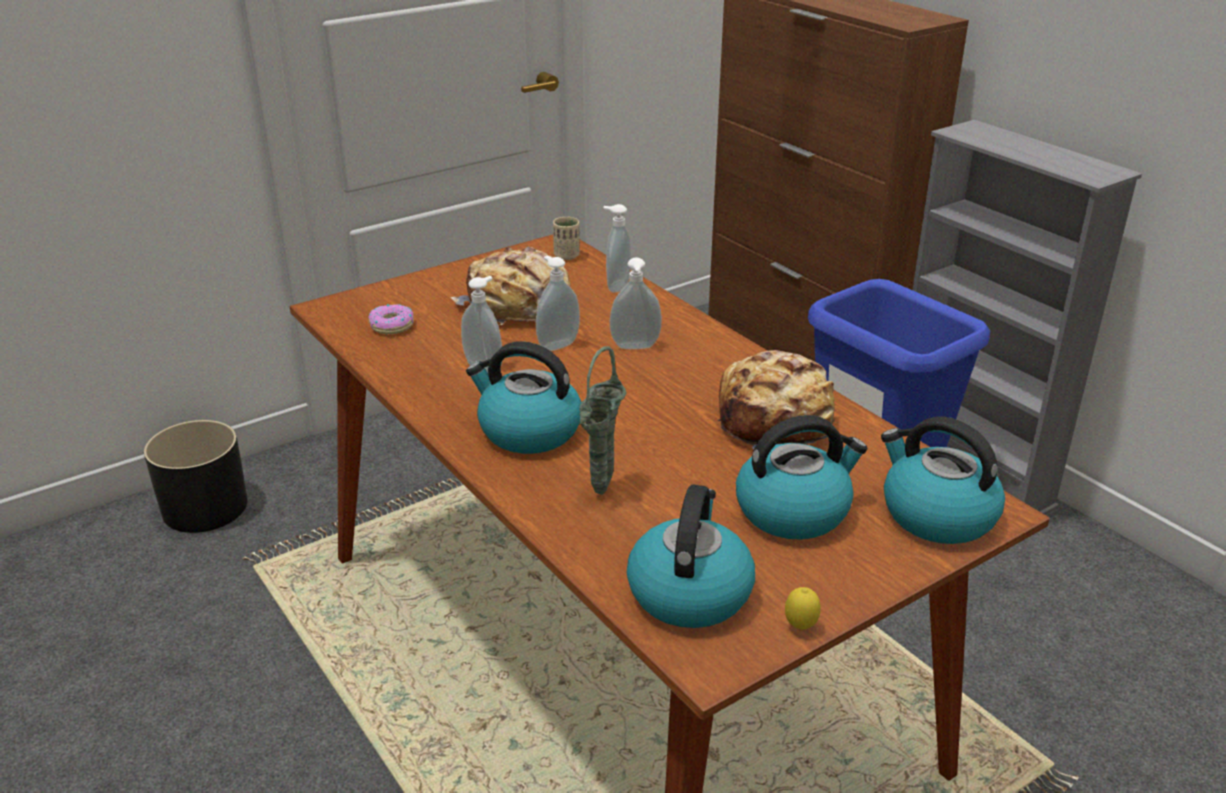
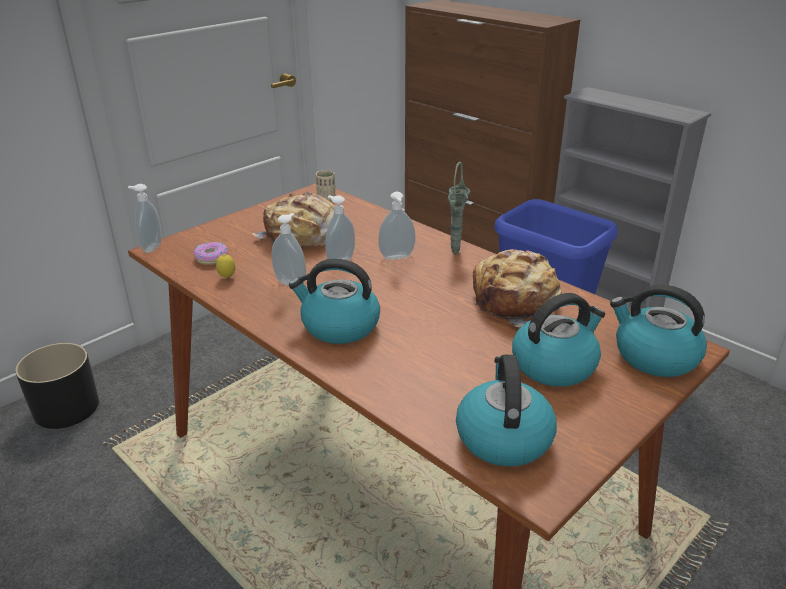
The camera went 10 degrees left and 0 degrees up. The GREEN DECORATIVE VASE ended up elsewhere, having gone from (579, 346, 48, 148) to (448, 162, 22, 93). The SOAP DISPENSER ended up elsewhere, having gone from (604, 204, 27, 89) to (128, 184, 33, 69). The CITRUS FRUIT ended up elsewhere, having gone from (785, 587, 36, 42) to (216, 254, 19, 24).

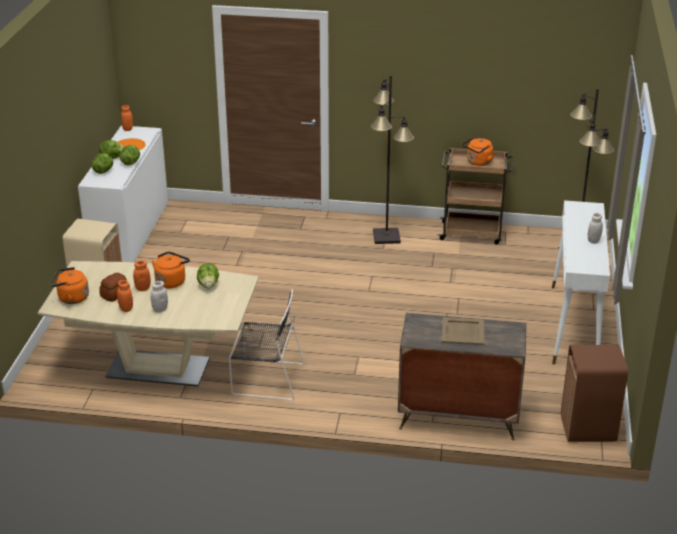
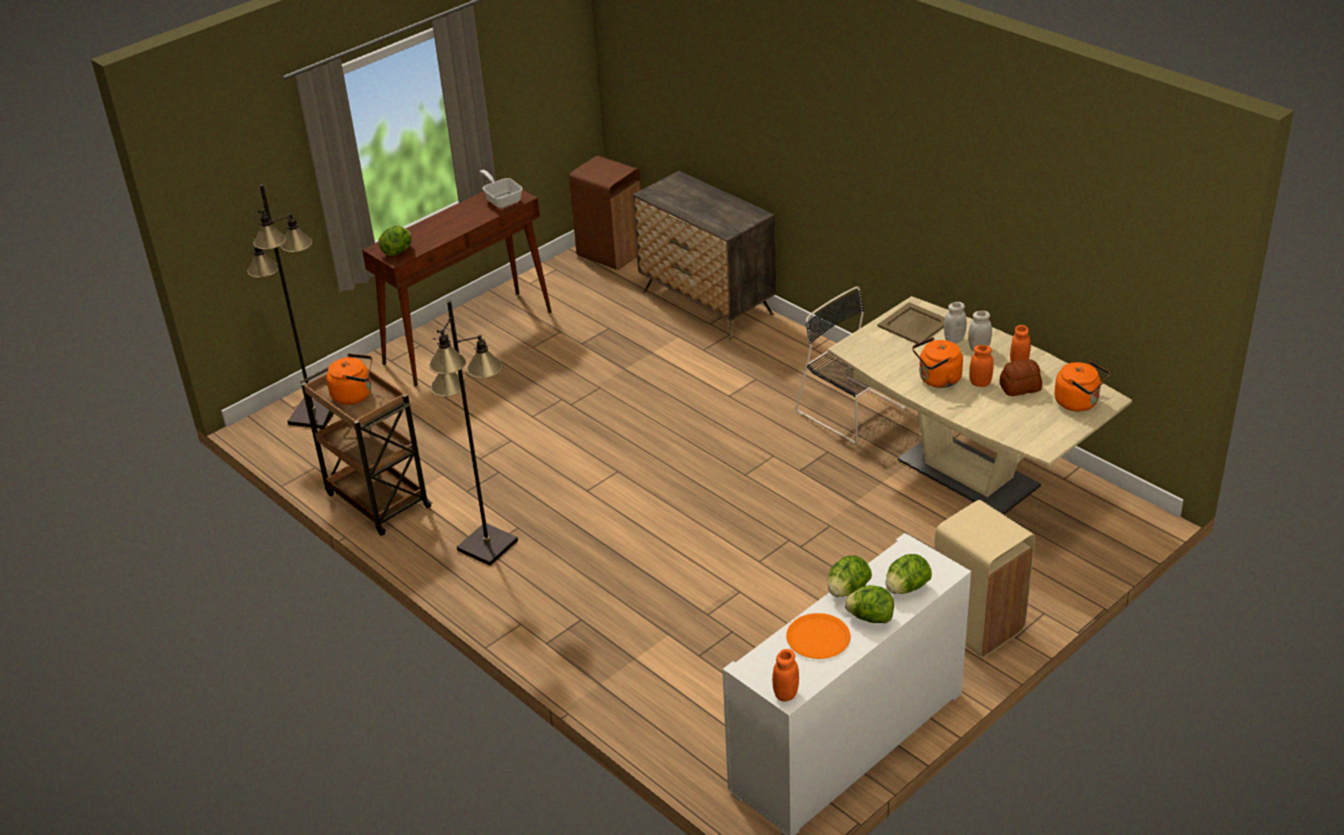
The camera went 140 degrees left and 5 degrees up. The second view gained the PAN at (480, 170, 42, 38). The LETTUCE HEAD ended up elsewhere, having gone from (197, 263, 22, 26) to (378, 226, 34, 30). The SAND-COLOURED CARRYING TRAY ended up elsewhere, having gone from (442, 317, 42, 28) to (878, 302, 67, 42). The WHITE JAR ended up elsewhere, having gone from (588, 213, 15, 31) to (944, 302, 23, 41). What was the WHITE CONSOLE TABLE at (552, 200, 58, 164) turned into the BROWNISH CONSOLE TABLE at (362, 190, 190, 196).

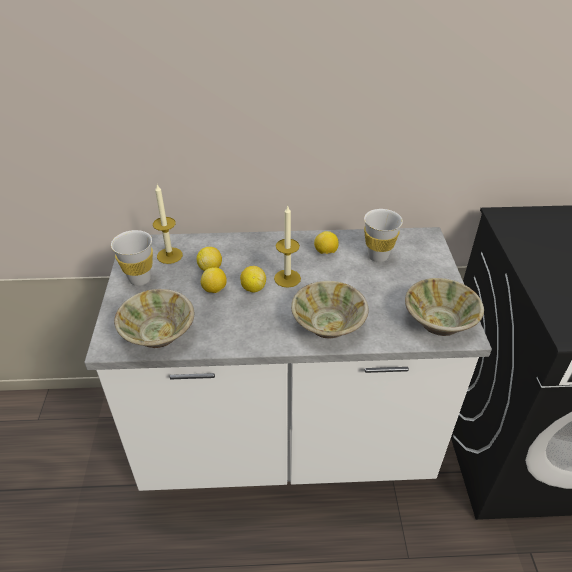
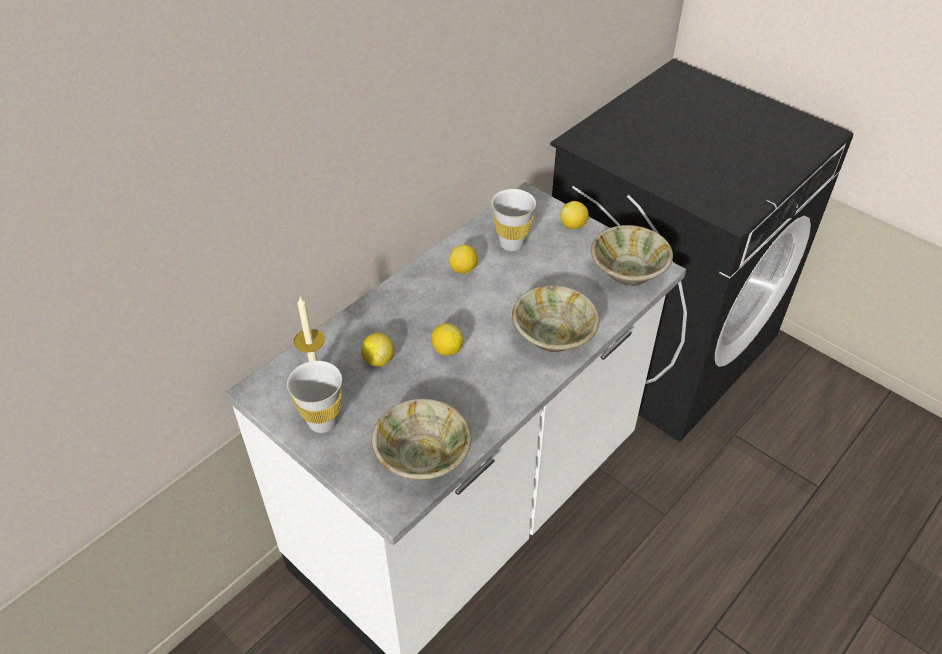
The camera went 45 degrees left and 5 degrees up. The second view lost the CANDLE at (274, 206, 27, 82). The CITRUS FRUIT ended up elsewhere, having gone from (201, 267, 26, 26) to (560, 201, 29, 28).

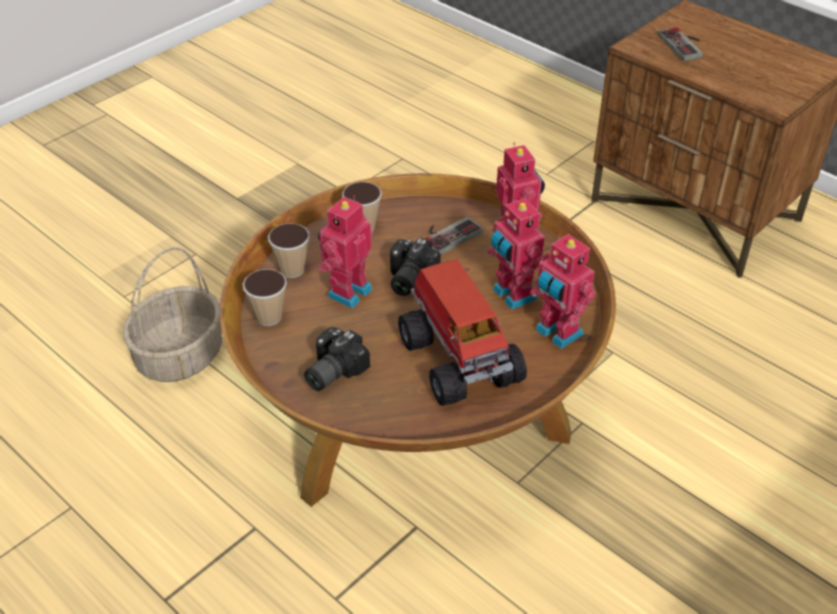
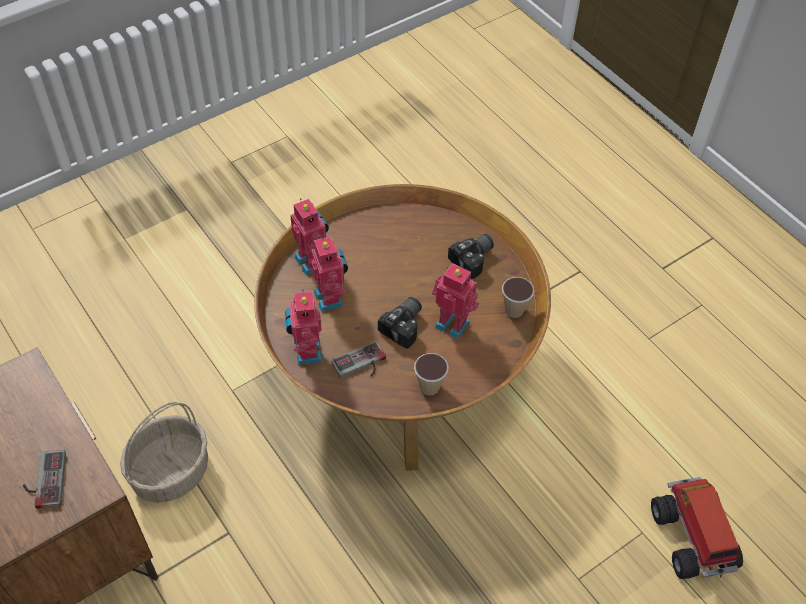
The camera went 170 degrees left and 10 degrees up. The second view lost the SMALL CUP at (268, 223, 42, 55). The STORAGE BASKET ended up elsewhere, having gone from (123, 247, 99, 135) to (120, 402, 88, 101). The TOY TRUCK ended up elsewhere, having gone from (398, 259, 129, 147) to (651, 477, 92, 102). The ROBOT FIGURE at (317, 196, 56, 112) ended up facing another way, 105 degrees counterclockwise from before.

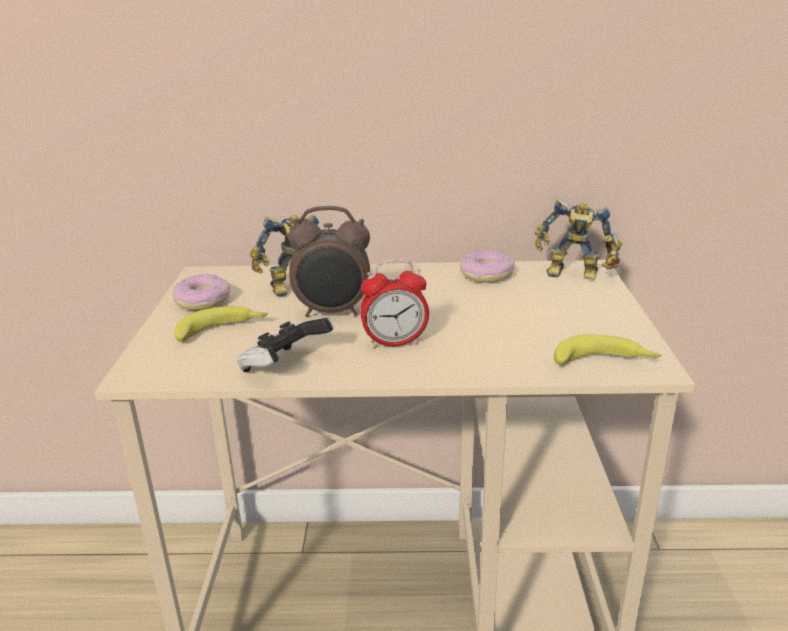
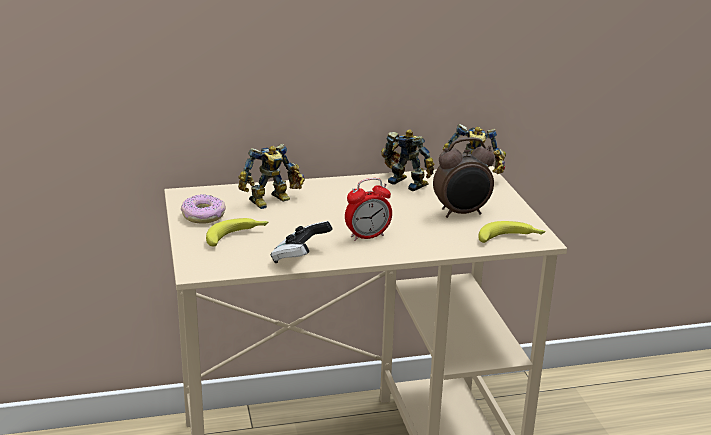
The camera went 15 degrees left and 0 degrees up. The TABLE CLOCK ended up elsewhere, having gone from (288, 206, 82, 111) to (433, 137, 62, 81). Where the DONUT stood at (460, 250, 55, 33), the ROBOT FIGURE came to stand at (381, 130, 53, 61).

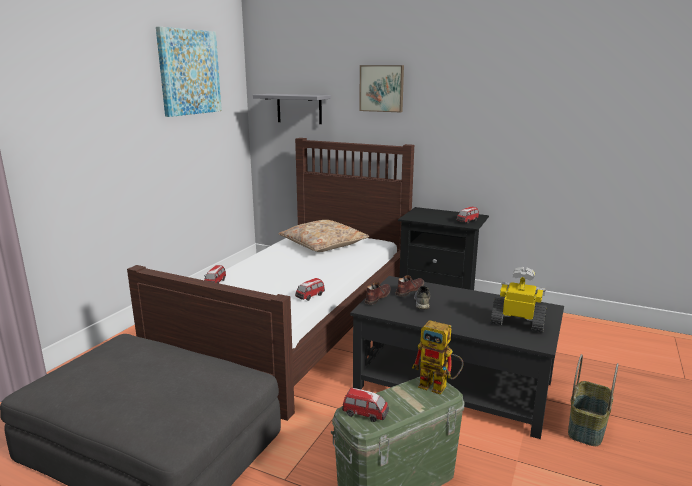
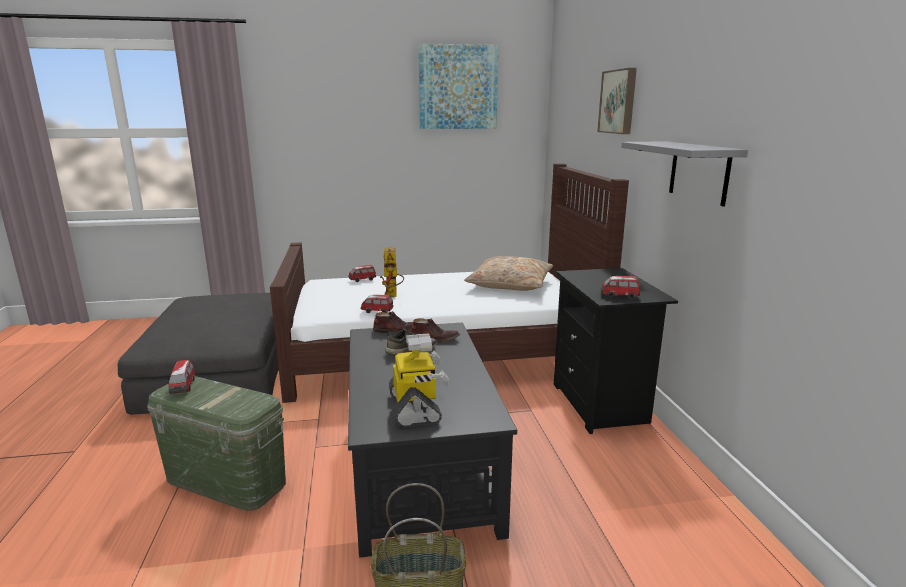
The camera went 55 degrees right and 0 degrees up. The GREYISH BRACKET SHELF ended up elsewhere, having gone from (253, 94, 78, 30) to (621, 141, 127, 66). The ROBOT FIGURE ended up elsewhere, having gone from (412, 320, 51, 75) to (380, 247, 24, 50).

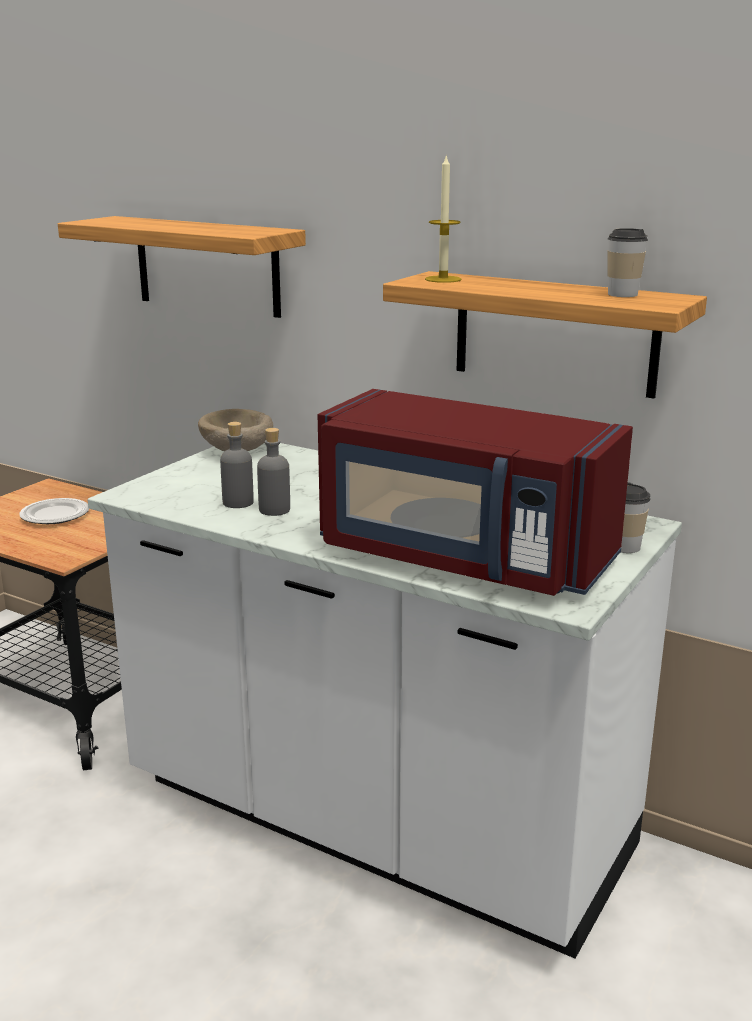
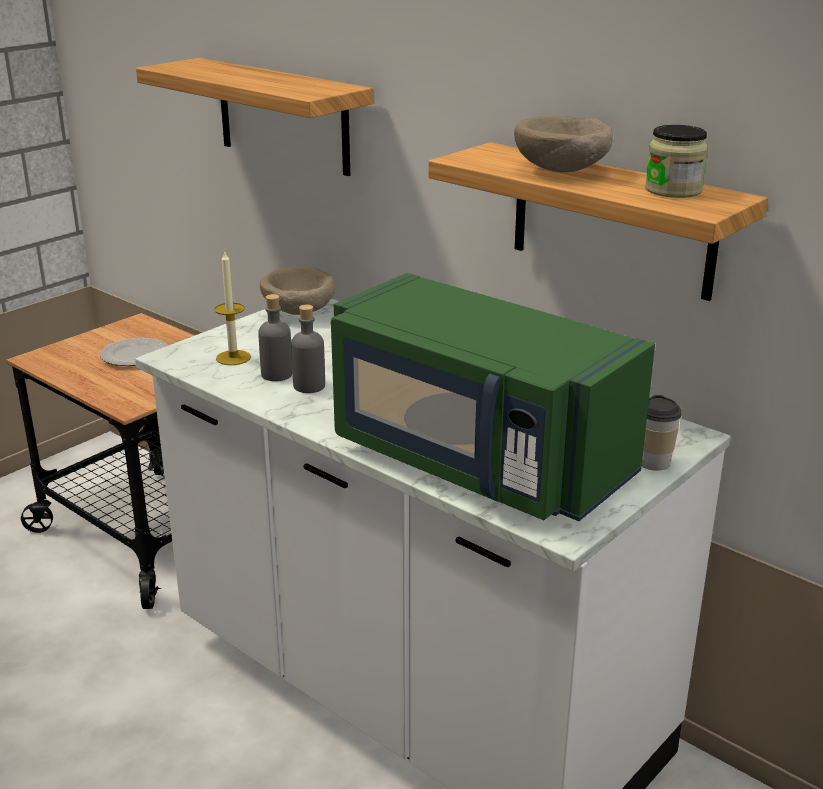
The camera went 10 degrees right and 5 degrees up. The second view gained the SAND-COLOURED DEEP DISH at (514, 116, 99, 56). The CANDLE ended up elsewhere, having gone from (425, 154, 37, 129) to (214, 252, 37, 113). Where the SMALL CUP stood at (607, 228, 41, 69), the JAR came to stand at (645, 125, 63, 73). What was the RED-COLOURED MICROWAVE OVEN at (318, 389, 315, 207) turned into the GREEN MICROWAVE OVEN at (331, 273, 324, 248).

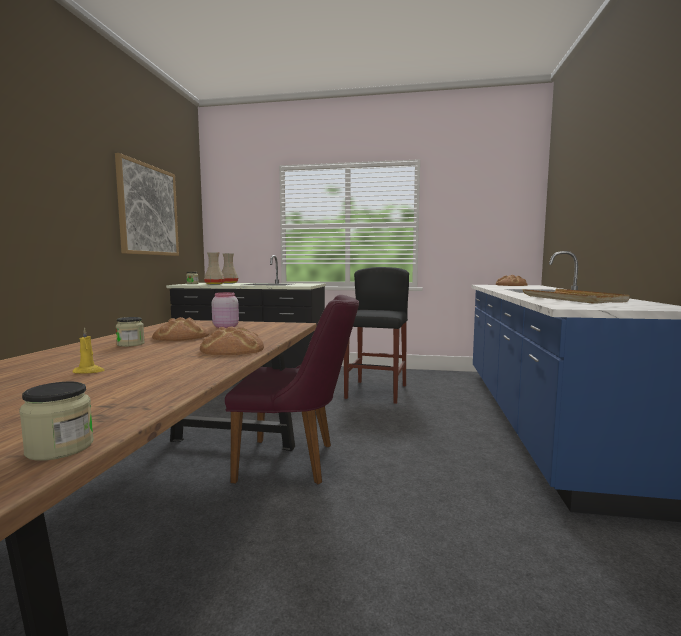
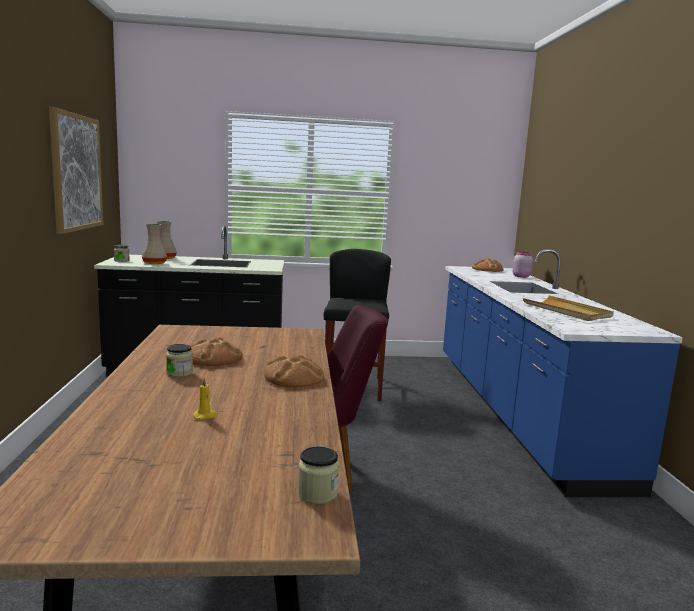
The camera went 15 degrees left and 5 degrees up. The PINKISH JAR ended up elsewhere, having gone from (212, 292, 27, 36) to (513, 252, 20, 26).

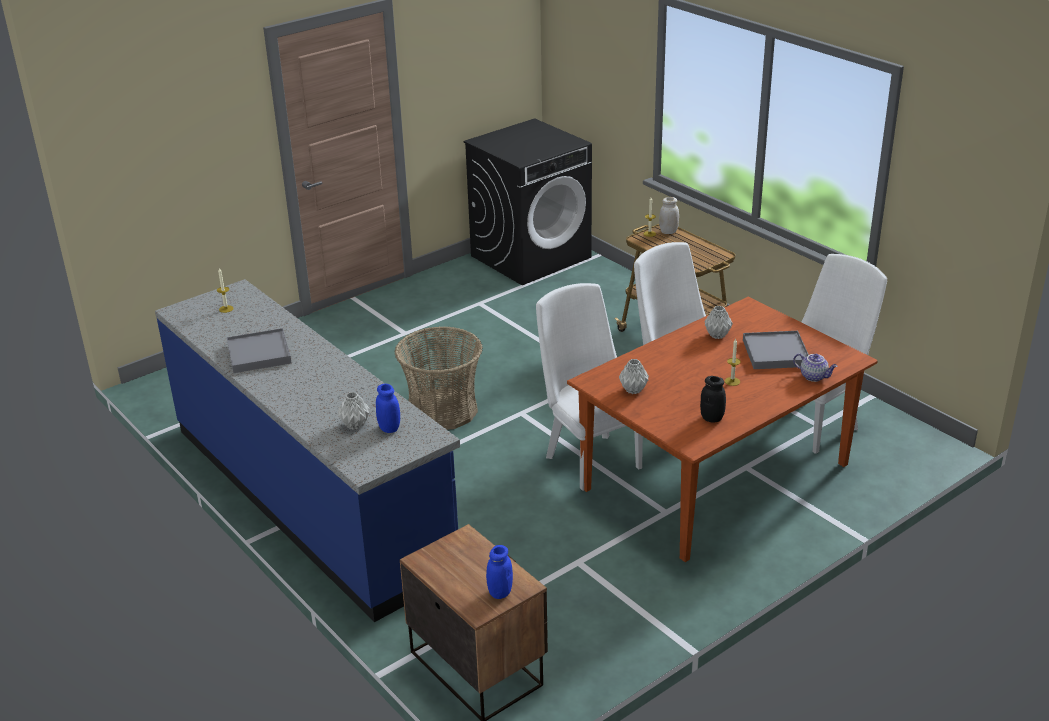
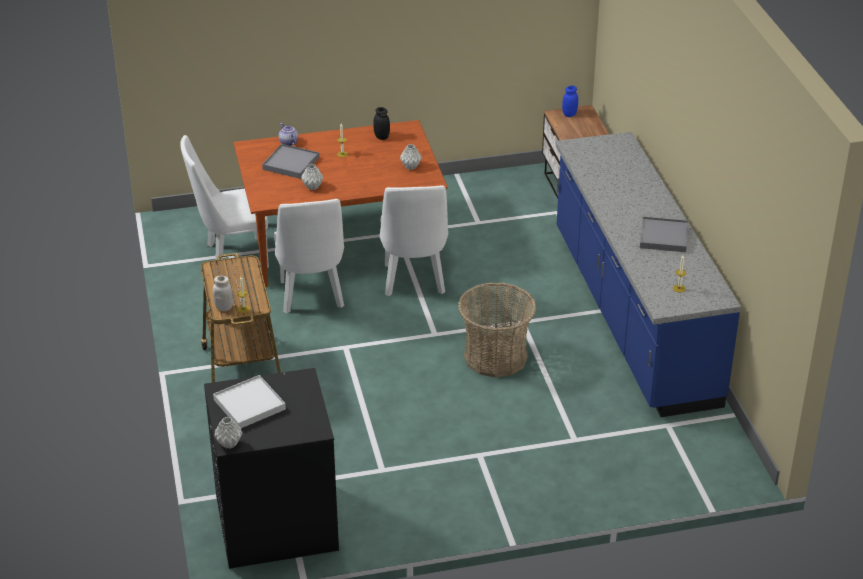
The camera went 155 degrees left and 5 degrees up. The second view lost the BLUE-COLOURED JAR at (376, 384, 24, 49). The second view gained the WHITE CARRYING TRAY at (213, 375, 73, 53). The GREYISH DECORATIVE VASE ended up elsewhere, having gone from (338, 392, 32, 38) to (214, 417, 28, 32).

